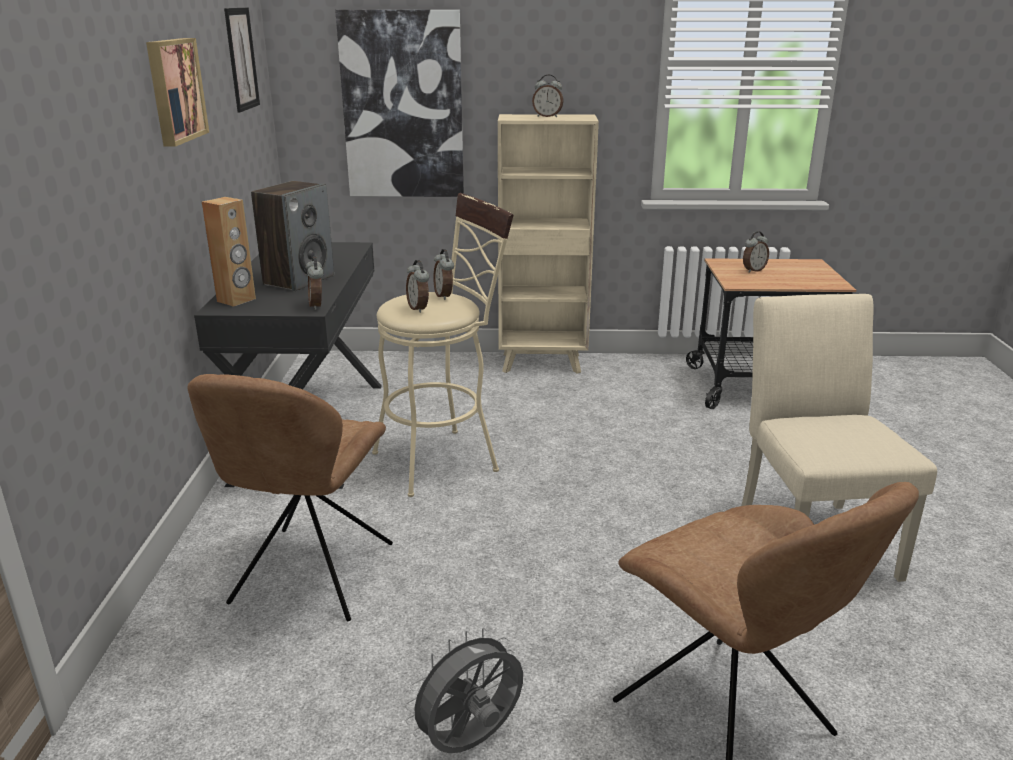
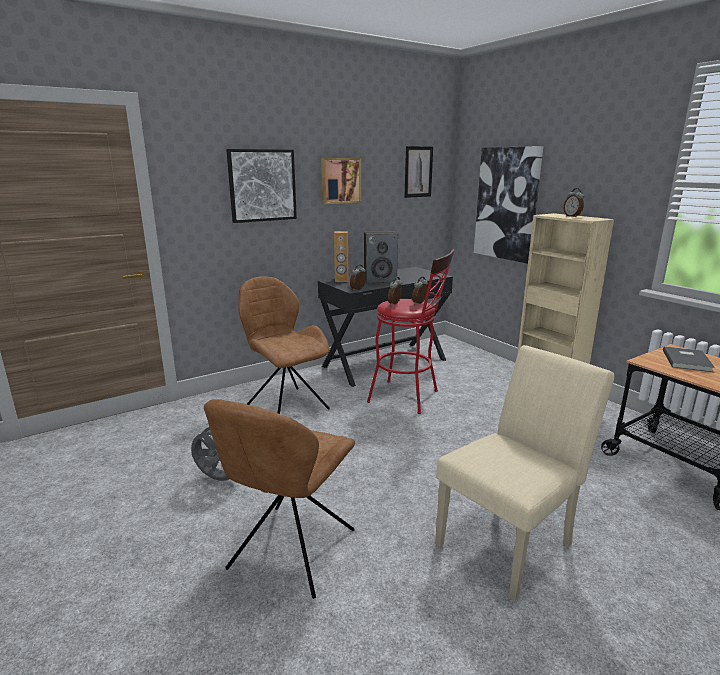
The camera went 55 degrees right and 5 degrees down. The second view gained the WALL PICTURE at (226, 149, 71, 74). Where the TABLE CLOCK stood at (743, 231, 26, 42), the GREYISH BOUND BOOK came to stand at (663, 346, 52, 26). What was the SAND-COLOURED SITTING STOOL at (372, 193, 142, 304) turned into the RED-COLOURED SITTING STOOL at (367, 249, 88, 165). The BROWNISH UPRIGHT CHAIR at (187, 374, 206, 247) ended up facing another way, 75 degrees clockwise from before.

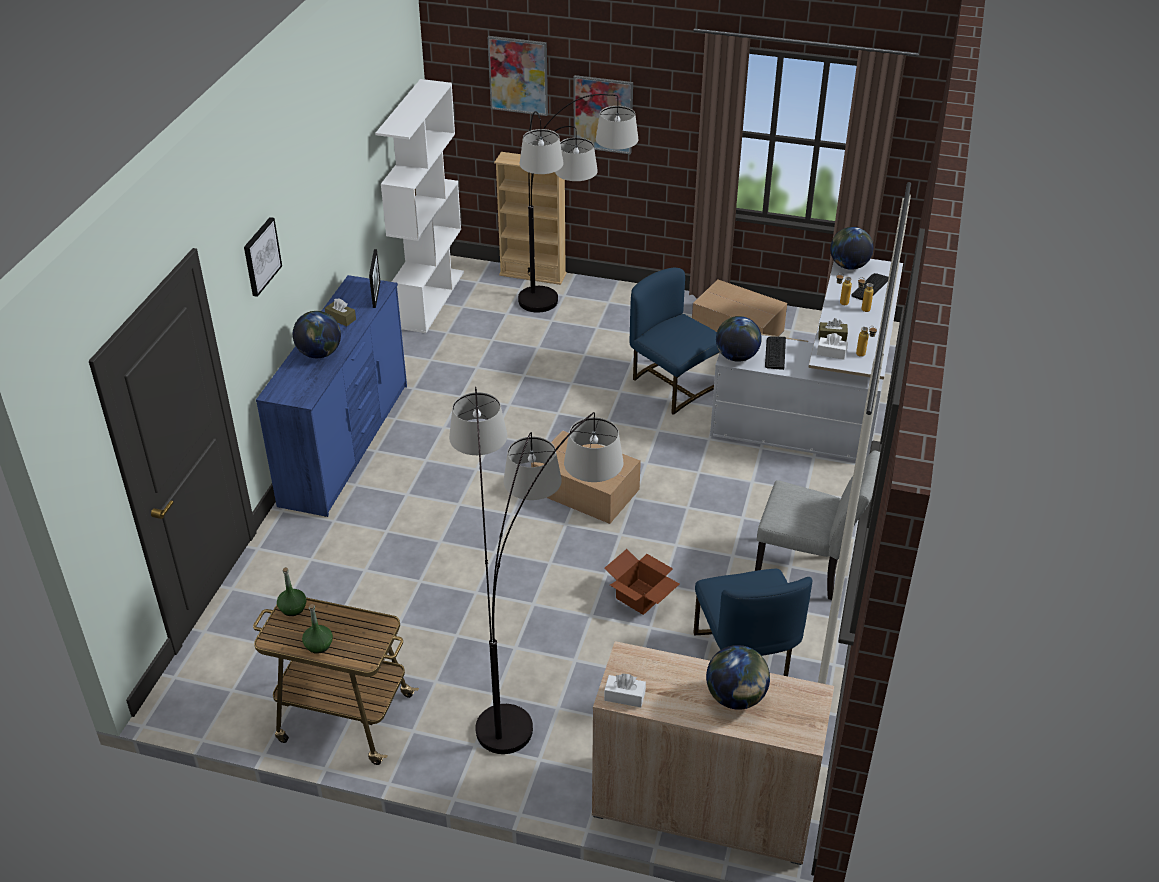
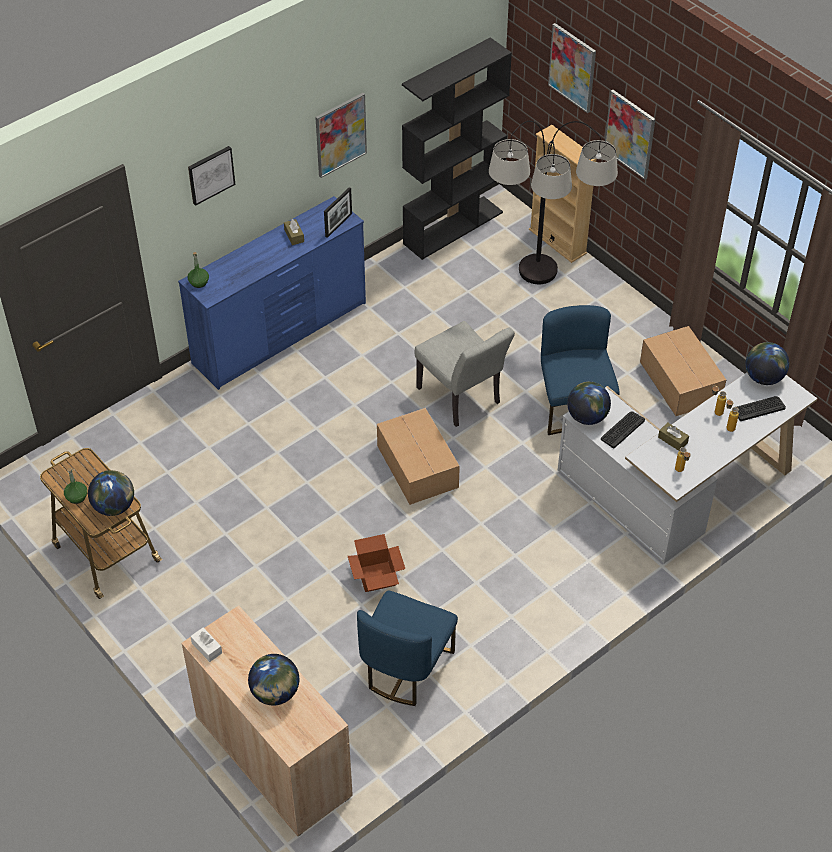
The camera went 35 degrees right and 10 degrees up. The second view lost the STANDING LAMP at (449, 387, 174, 367). The second view lost the WHITE TISSUE BOX at (817, 333, 31, 27). The second view gained the WALL PICTURE at (315, 93, 52, 85). The GREEN DRINK BOTTLE ended up elsewhere, having gone from (277, 568, 30, 48) to (188, 252, 21, 36). The DESK GLOBE ended up elsewhere, having gone from (293, 311, 48, 47) to (88, 470, 46, 46). The GREYISH UPRIGHT CHAIR ended up elsewhere, having gone from (755, 451, 125, 149) to (415, 321, 100, 106). What was the WHITE BOOKSHELF at (375, 79, 89, 254) turned into the BLACK-COLOURED BOOKSHELF at (402, 37, 110, 223).

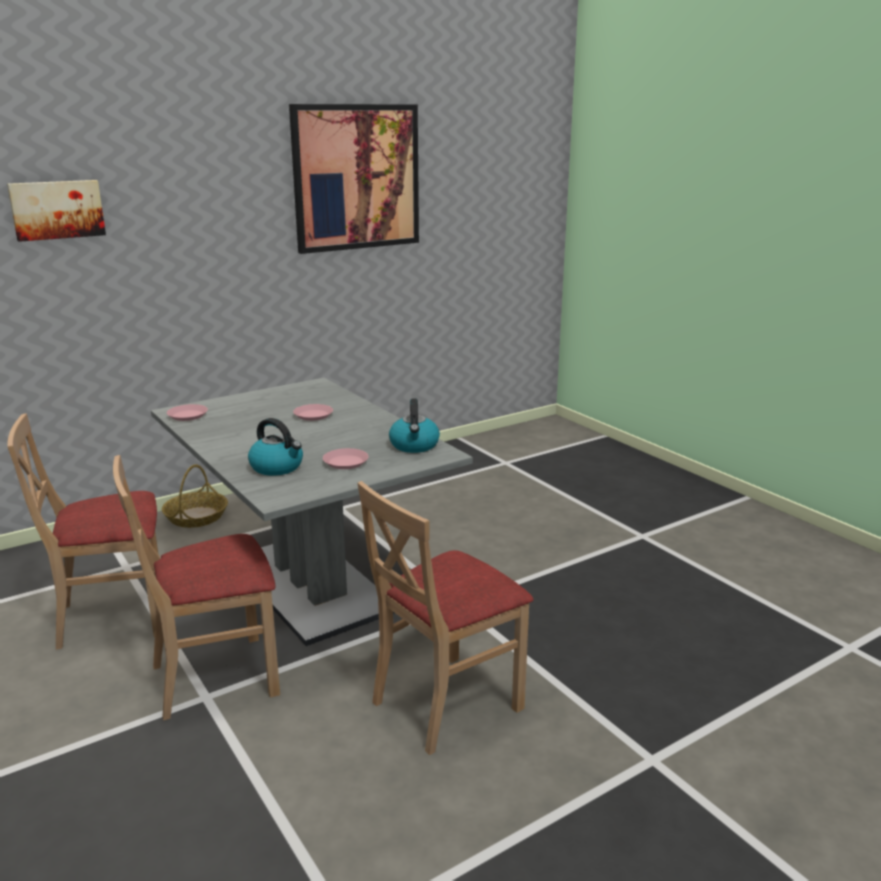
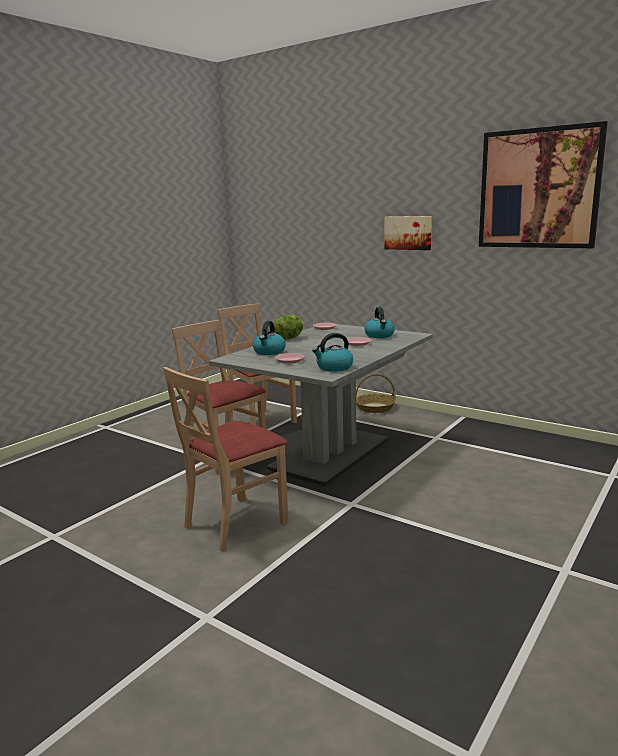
The camera went 70 degrees right and 5 degrees down. The second view gained the LETTUCE HEAD at (274, 314, 30, 25). The second view gained the WATER KETTLE at (364, 307, 31, 31). The WALL PICTURE ended up elsewhere, having gone from (7, 180, 99, 62) to (384, 216, 48, 34). The SAND-COLOURED UPRIGHT CHAIR at (357, 481, 176, 274) ended up facing another way, 75 degrees counterclockwise from before.

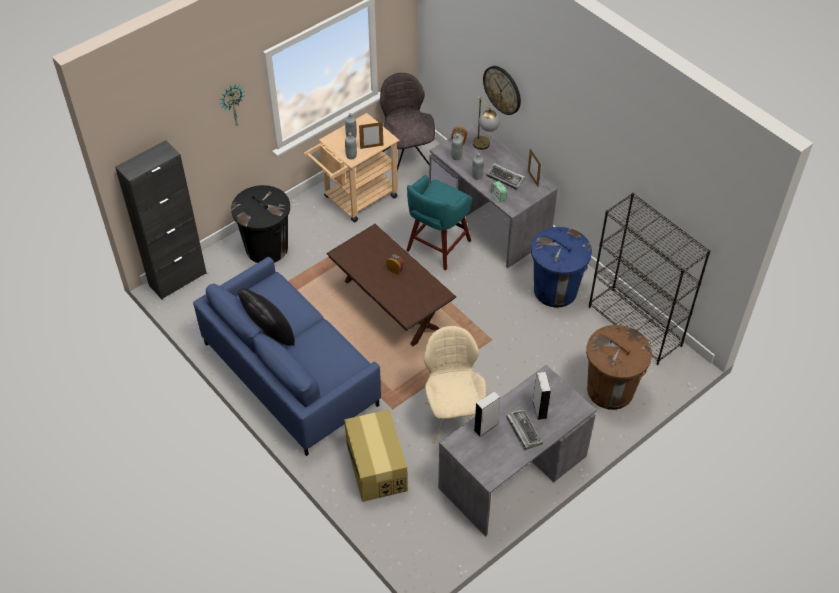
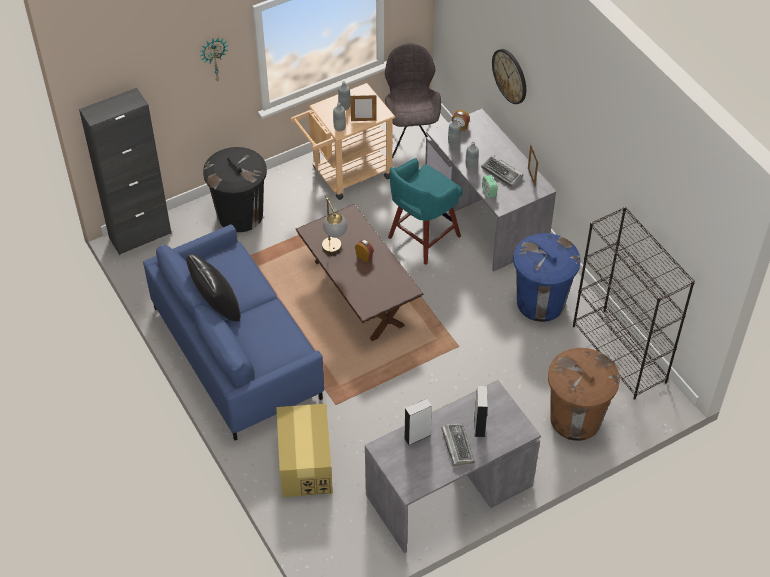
The camera went 10 degrees right and 0 degrees up. The second view lost the SAND-COLOURED UPRIGHT CHAIR at (424, 326, 63, 118). The TABLETOP LAMP ended up elsewhere, having gone from (473, 95, 27, 55) to (322, 195, 25, 59).

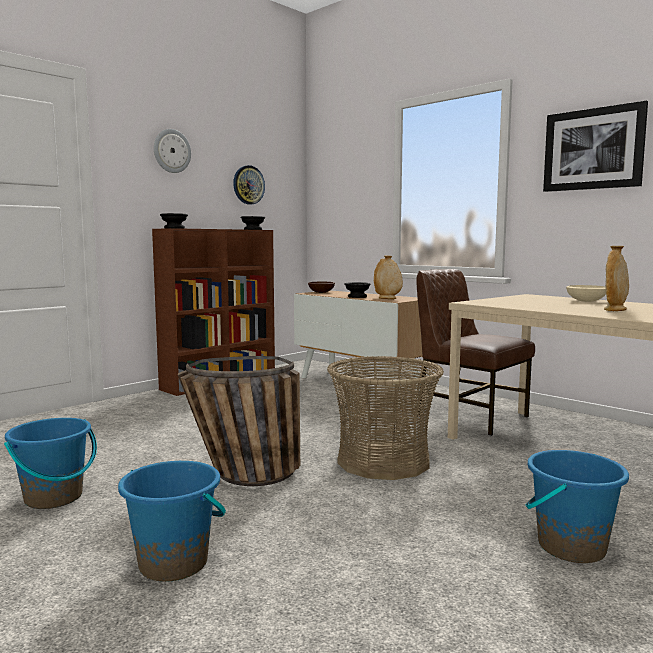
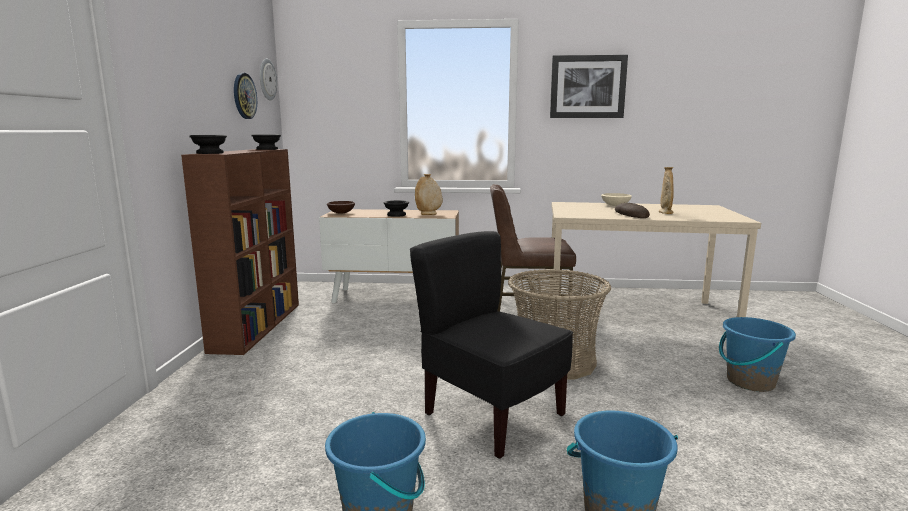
The camera went 40 degrees left and 5 degrees up. The second view gained the BREAD at (615, 203, 35, 15). The WALL CLOCK ended up elsewhere, having gone from (154, 129, 37, 44) to (260, 58, 17, 43). Where the STORAGE BASKET stood at (178, 356, 122, 130), the BLACK-COLOURED UPRIGHT CHAIR came to stand at (410, 231, 163, 228).

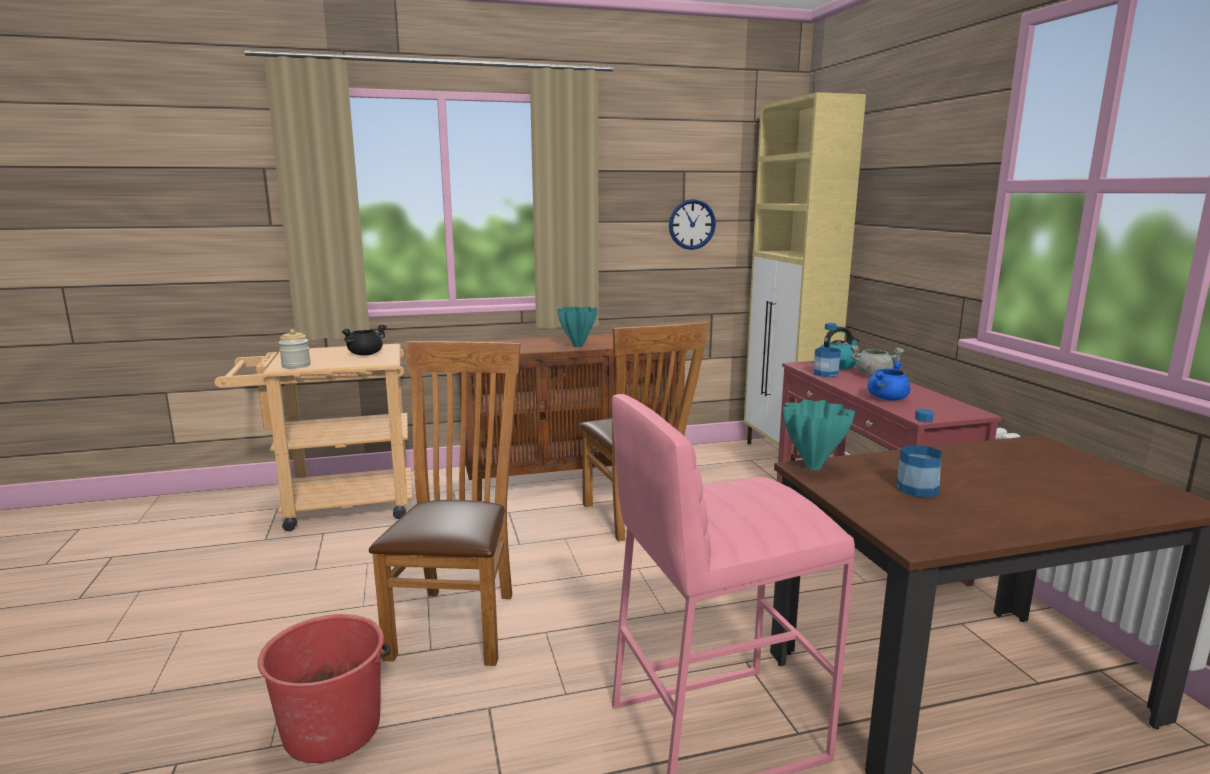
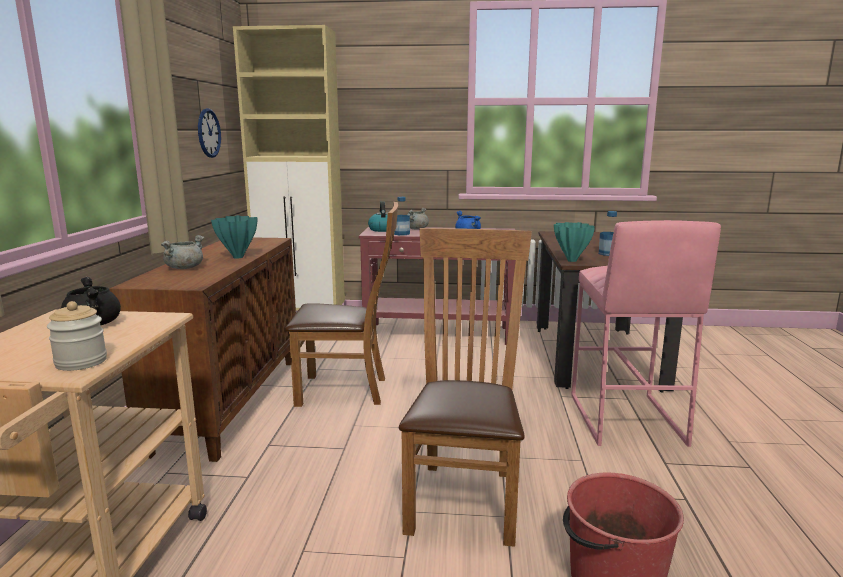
The camera went 70 degrees left and 0 degrees up. The second view gained the GREYISH STOCKPOT at (161, 235, 43, 34). The BROWNISH UPRIGHT CHAIR at (369, 341, 152, 325) ended up facing another way, 75 degrees clockwise from before.

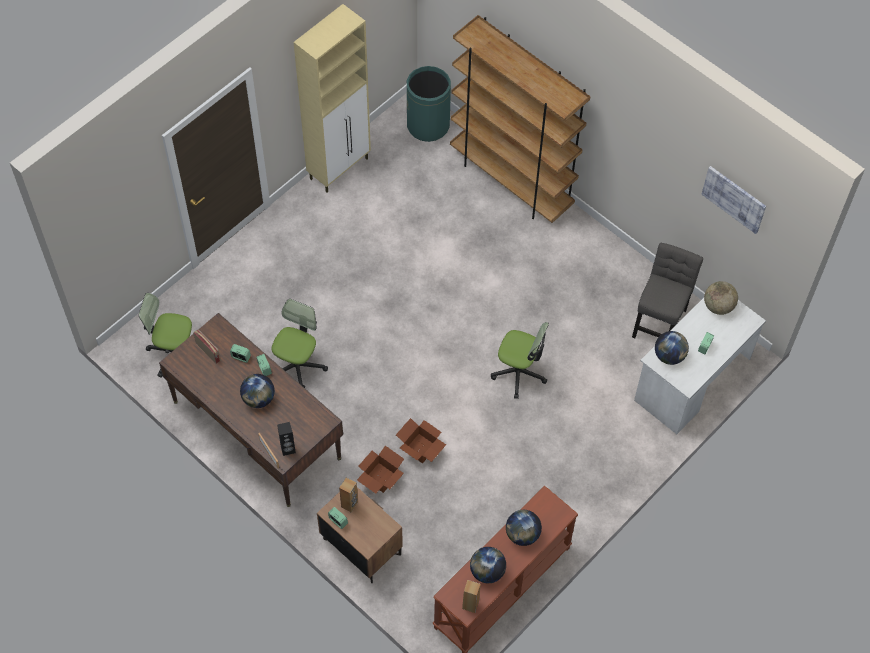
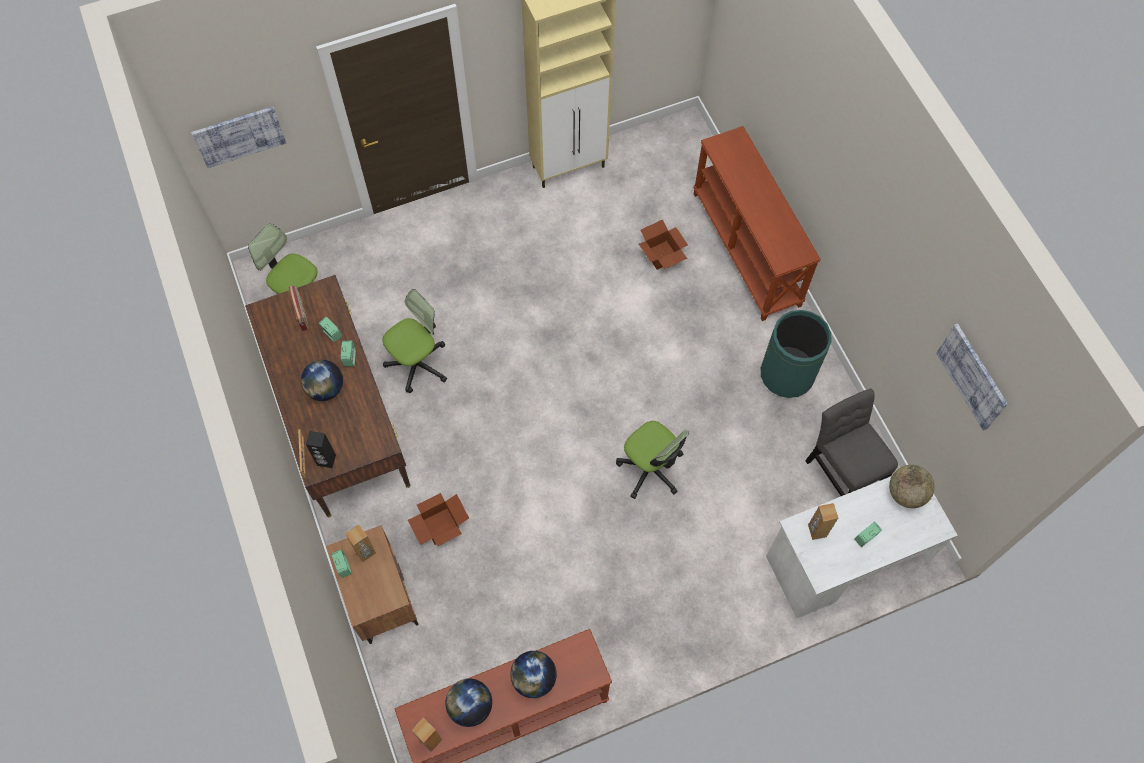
The camera went 25 degrees right and 5 degrees up. The second view gained the WALL PICTURE at (191, 107, 95, 61). The CARTON ended up elsewhere, having gone from (396, 418, 50, 45) to (639, 219, 49, 51). The GREEN RUBBISH BIN ended up elsewhere, having gone from (407, 66, 44, 76) to (761, 310, 71, 88). Where the BROWNISH BOOKSHELF stood at (450, 15, 140, 208), the BROWNISH CONSOLE TABLE came to stand at (693, 126, 128, 195). Where the DESK GLOBE stood at (655, 331, 34, 34), the BROWNISH AUDIO SPEAKER came to stand at (808, 503, 30, 37). The GREYISH UPRIGHT CHAIR at (632, 243, 71, 95) ended up facing another way, 75 degrees counterclockwise from before.

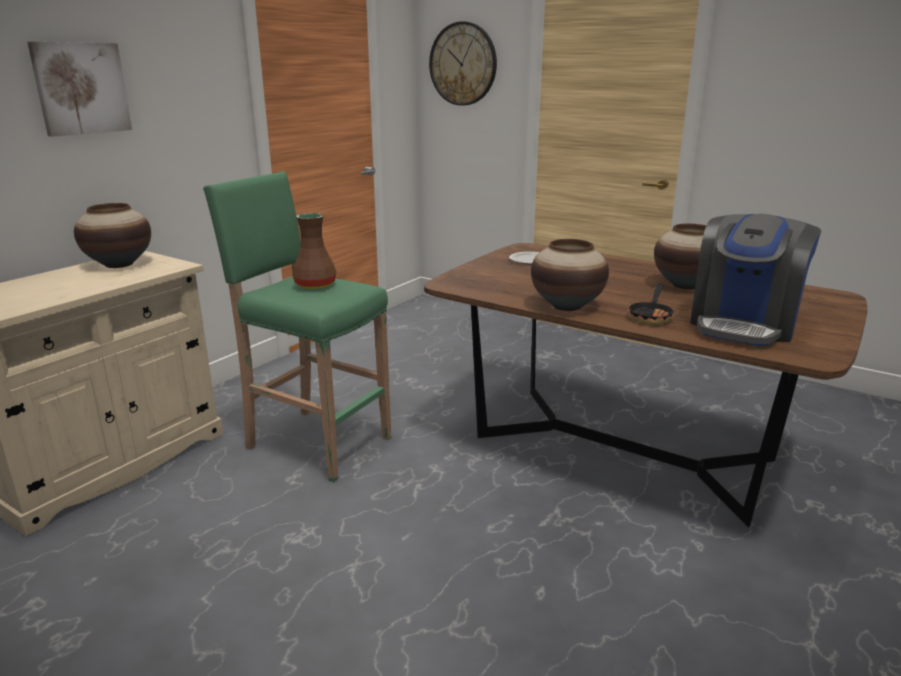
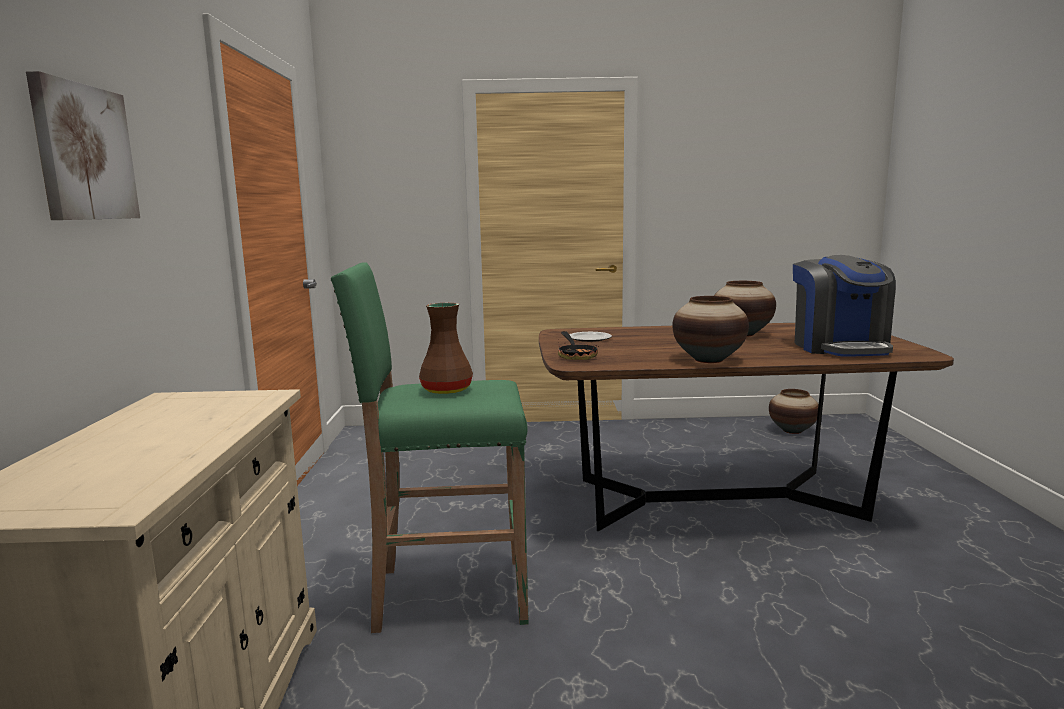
The camera went 35 degrees left and 10 degrees down. The second view lost the WALL CLOCK at (429, 21, 68, 85). The DECORATIVE VASE ended up elsewhere, having gone from (74, 203, 77, 65) to (769, 389, 50, 45). The PAN ended up elsewhere, having gone from (628, 283, 47, 42) to (558, 331, 41, 29).

